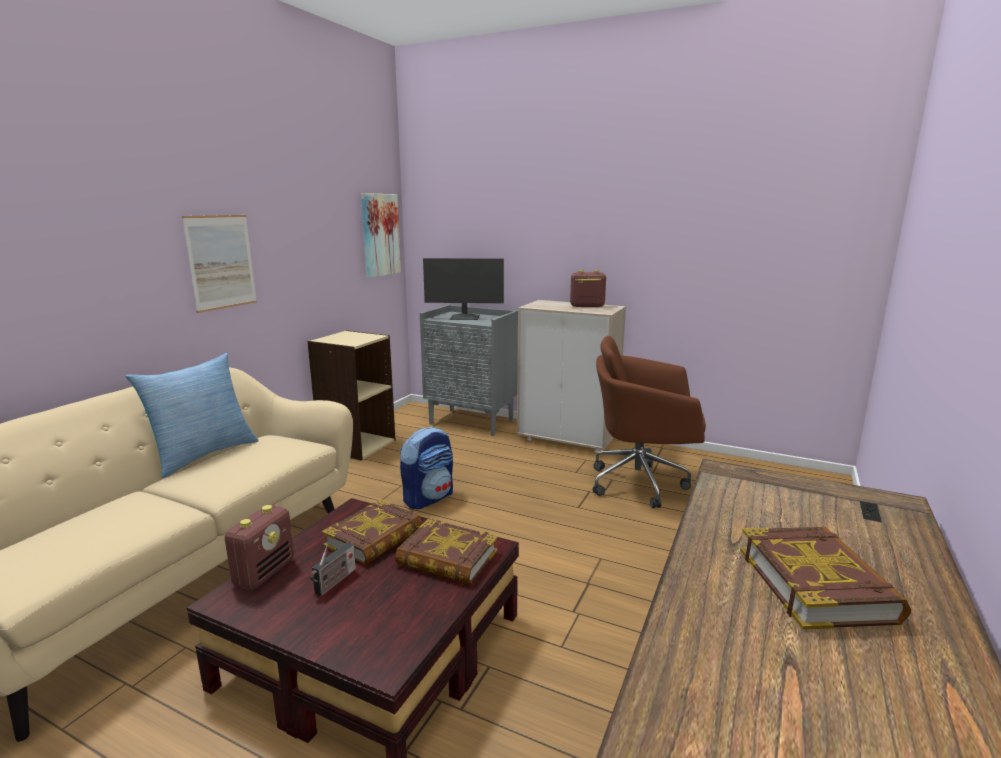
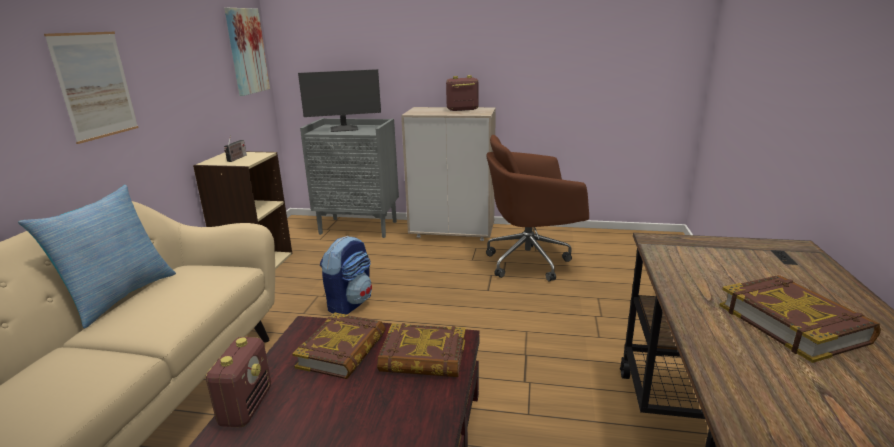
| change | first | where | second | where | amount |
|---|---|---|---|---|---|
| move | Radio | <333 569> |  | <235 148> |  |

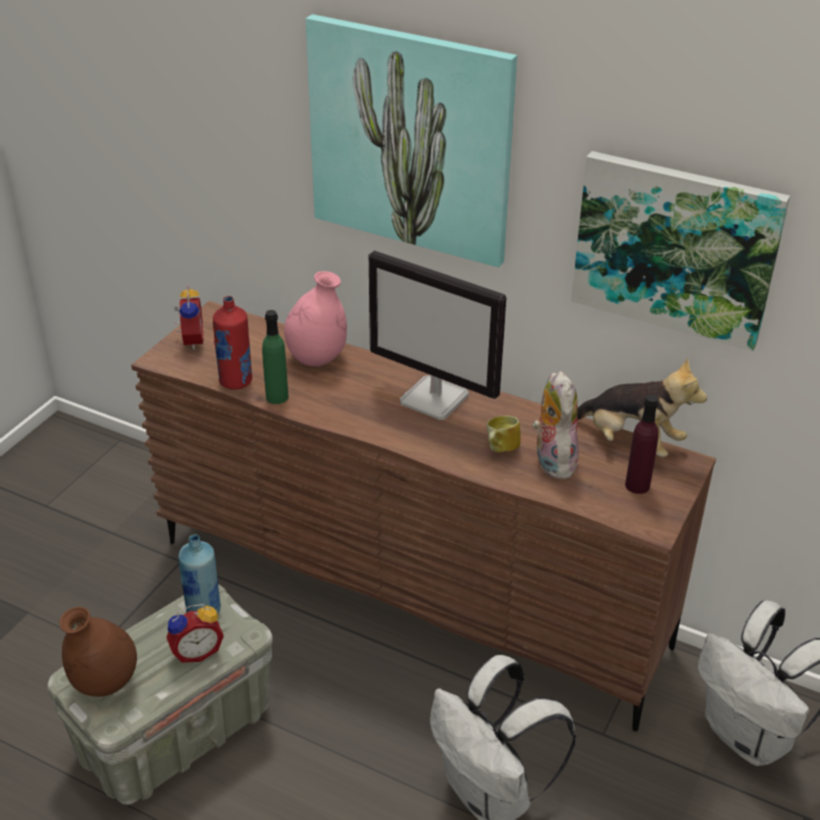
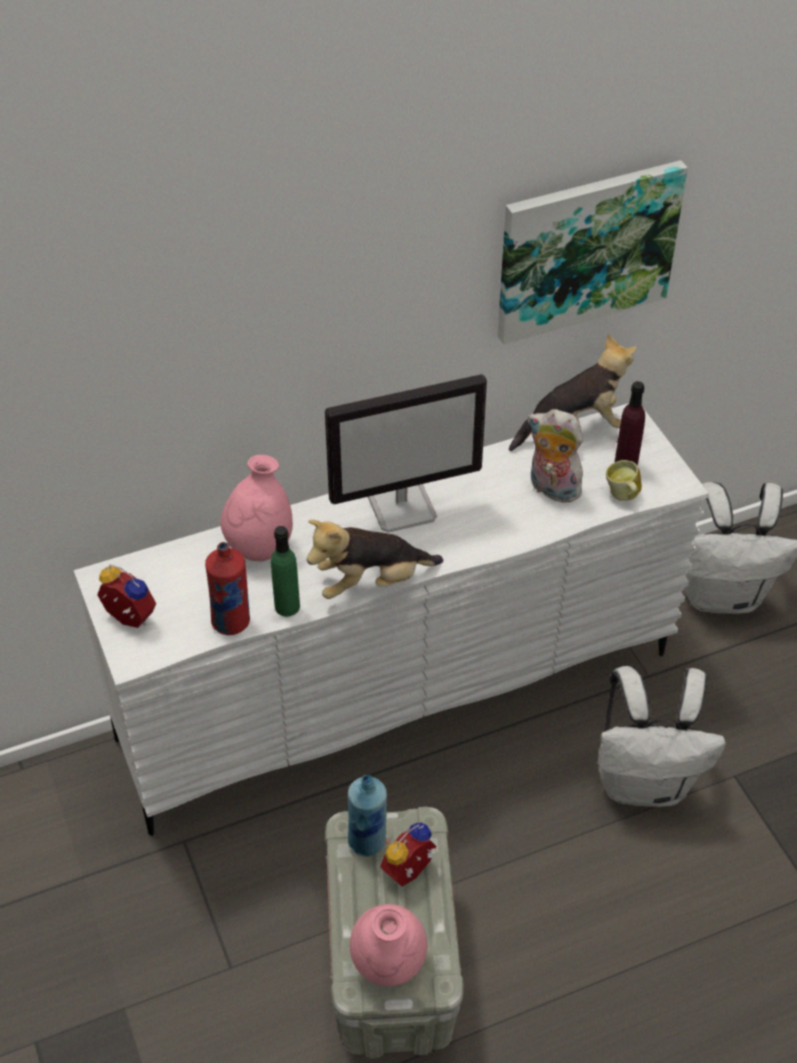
| change | first | where | second | where | amount |
|---|---|---|---|---|---|
| recolor | Vase/braun | <98 652> | Vase/rosa | <388 945> |  |
| recolor | Kommode/braun | <423 516> | Kommode/weiß | <391 619> |  |
| rotate | Wecker | <195 633> |  | <408 854> | 150 degrees counterclockwise |
| delete | Bild | <411 141> |  |  |  |
| move | Henkelbecher | <503 433> |  | <624 480> |  |
| insert |  |  | Plüschtier | <375 559> |  |

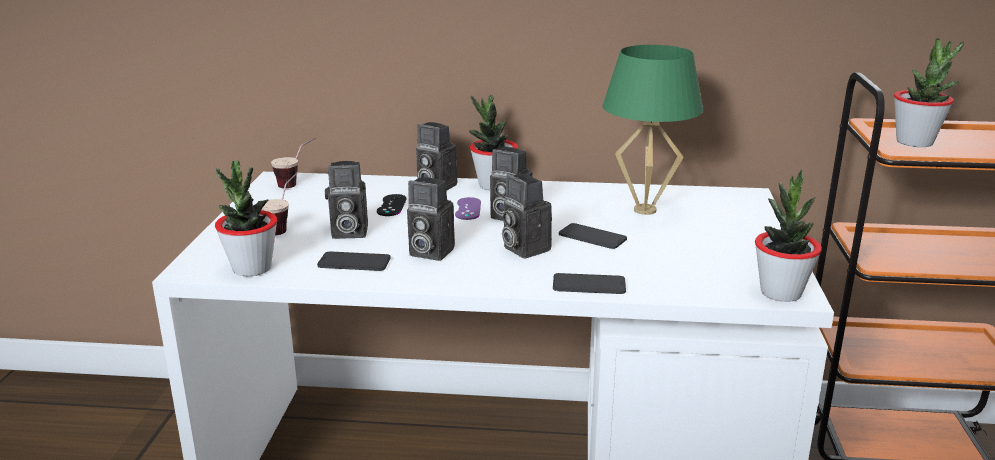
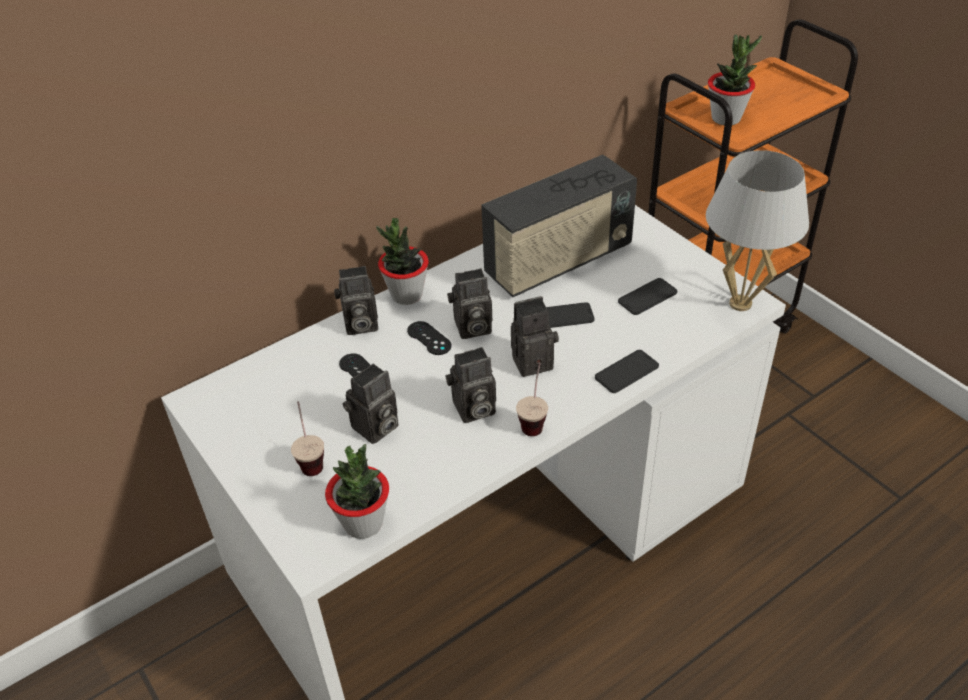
| change | first | where | second | where | amount |
|---|---|---|---|---|---|
| move | Tasse | <293 162> |  | <532 399> |  |
| move | Handy | <354 261> |  | <647 296> |  |
| recolor | Gamepad/lila | <468 208> | Gamepad/schwarz | <429 338> |  |
| rotate | Kamera | <527 216> |  | <535 336> | 150 degrees clockwise |
| replace | Tischlampe/grün | <653 130> | Radio | <559 226> |  |
| replace | Topfpflanze | <788 235> | Tischlampe/weiß | <757 230> |  |

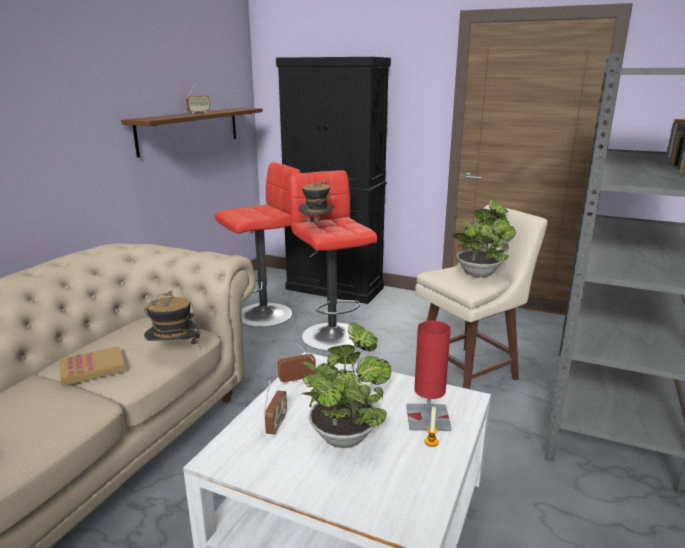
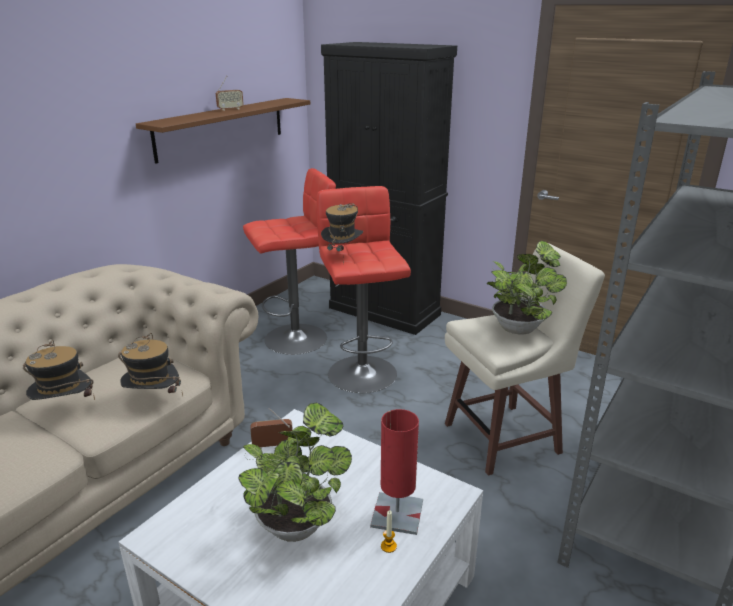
| change | first | where | second | where | amount |
|---|---|---|---|---|---|
| replace | Buch | <92 366> | Hut | <59 370> |  |
| delete | Radio | <275 407> |  |  |  |

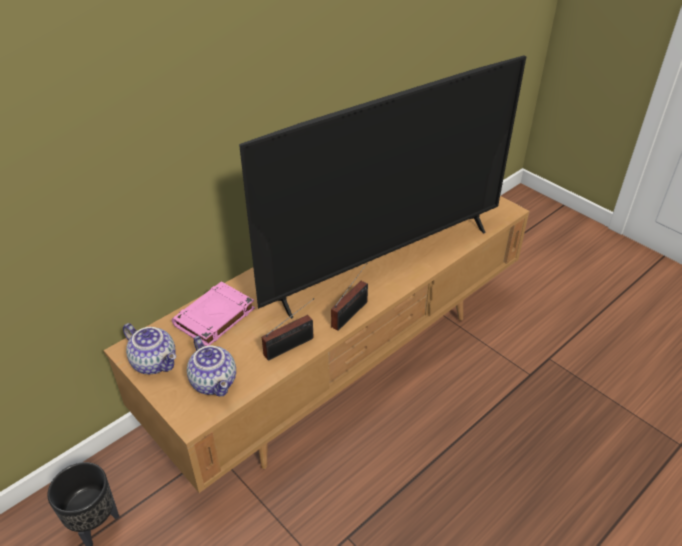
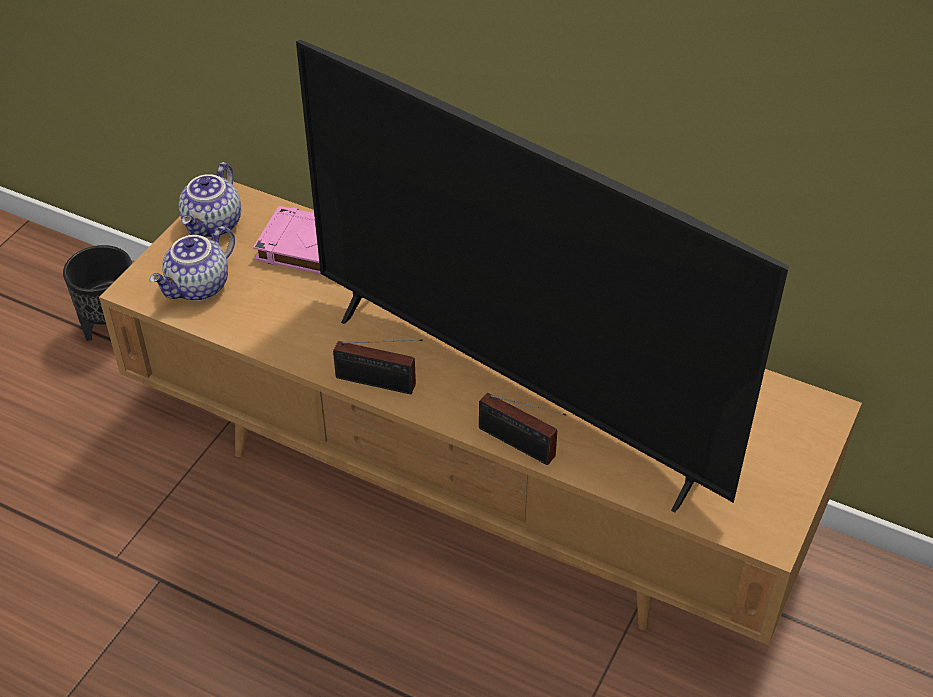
| change | first | where | second | where | amount |
|---|---|---|---|---|---|
| move | Radio | <288 329> |  | <522 429> |  |

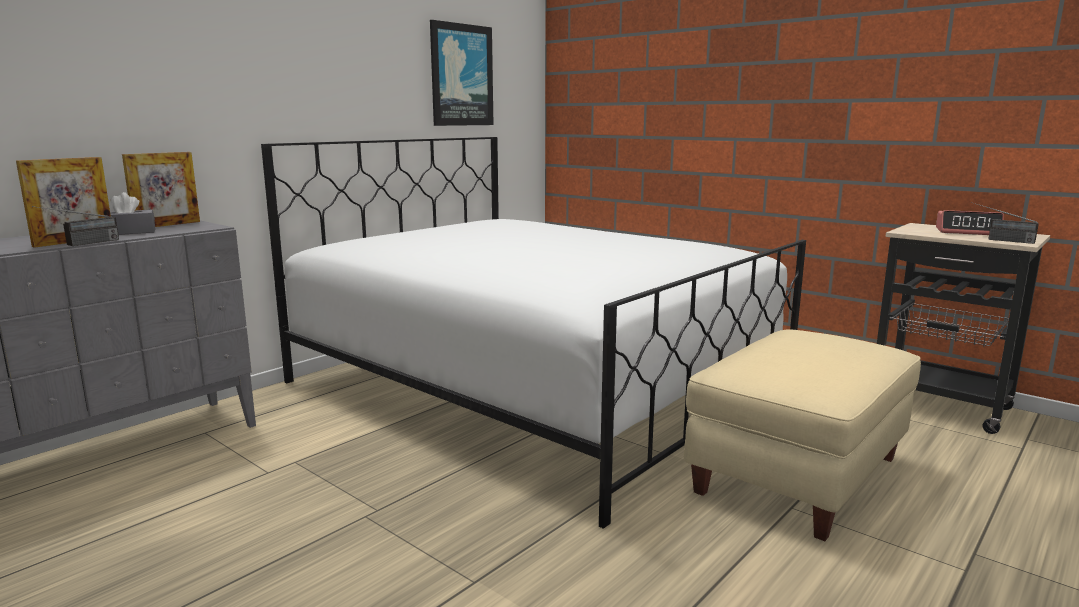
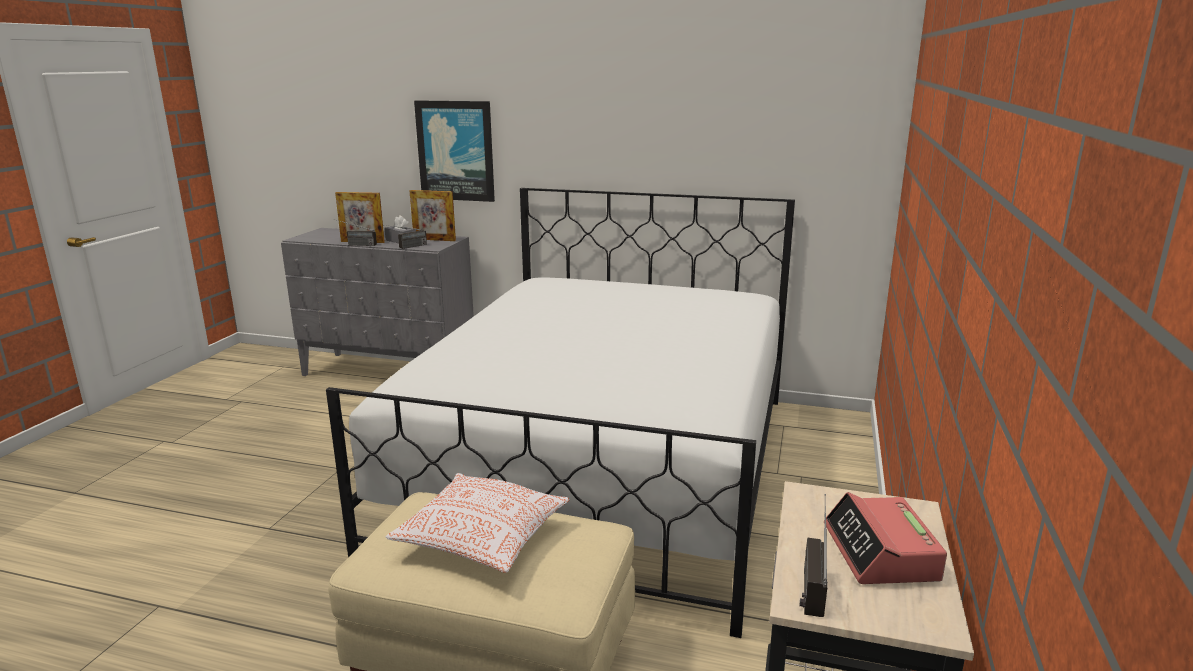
| change | first | where | second | where | amount |
|---|---|---|---|---|---|
| move | Bild | <462 73> |  | <454 151> |  |
| insert |  |  | Radio | <405 237> |  |
| insert |  |  | Kissen/weiß | <477 523> |  |

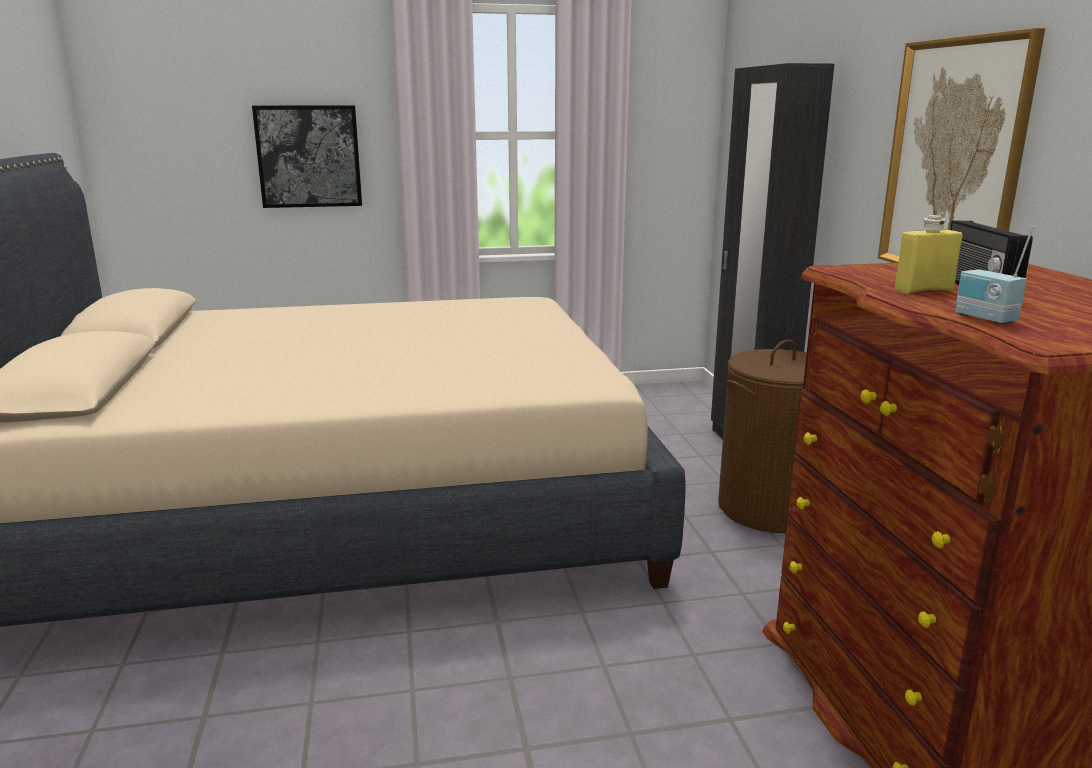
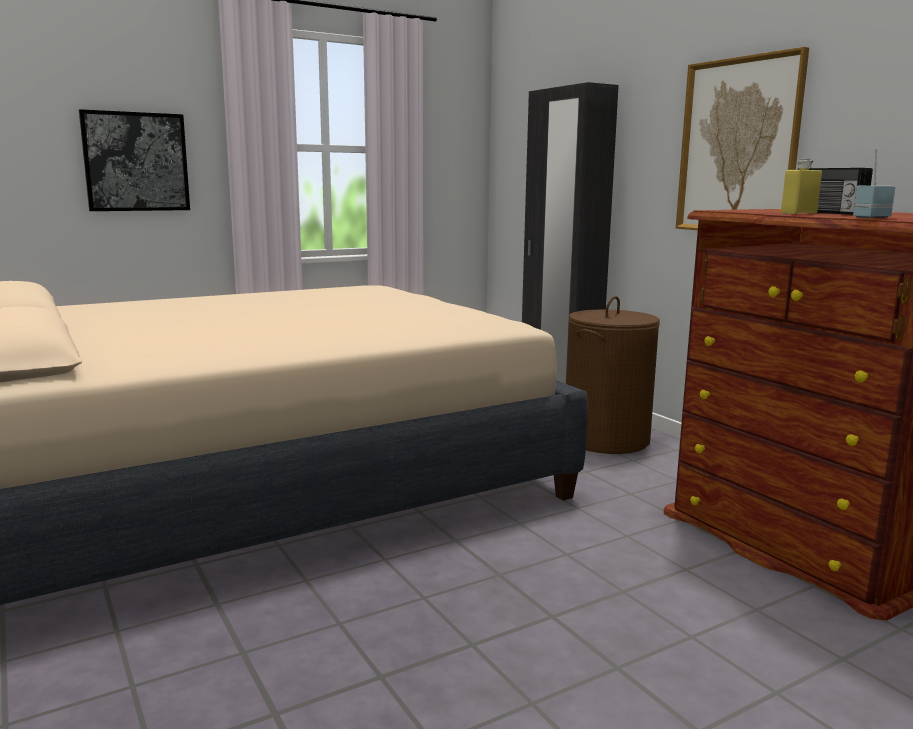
| change | first | where | second | where | amount |
|---|---|---|---|---|---|
| rotate | Radio | <994 275> |  | <874 183> | 105 degrees clockwise |

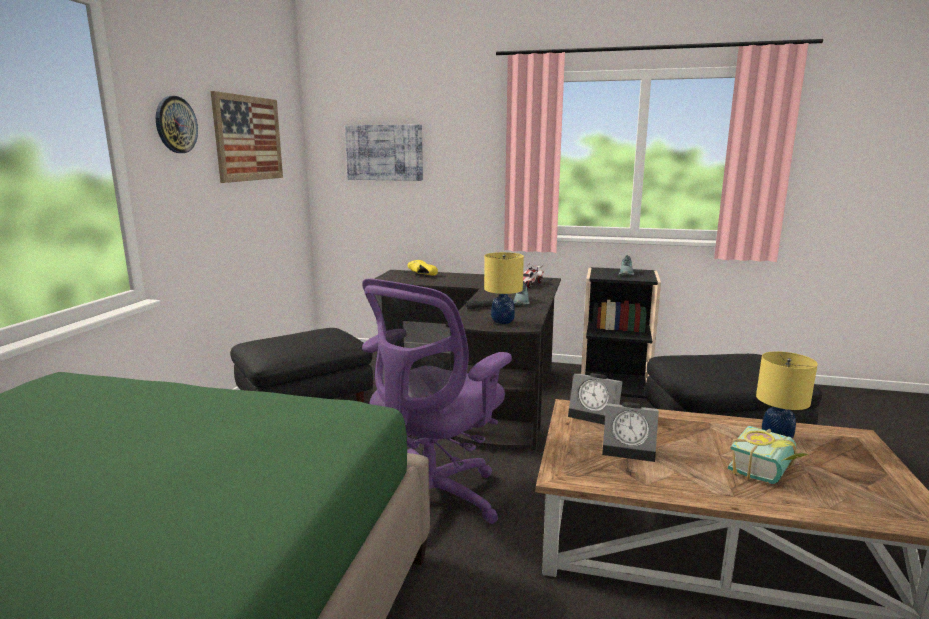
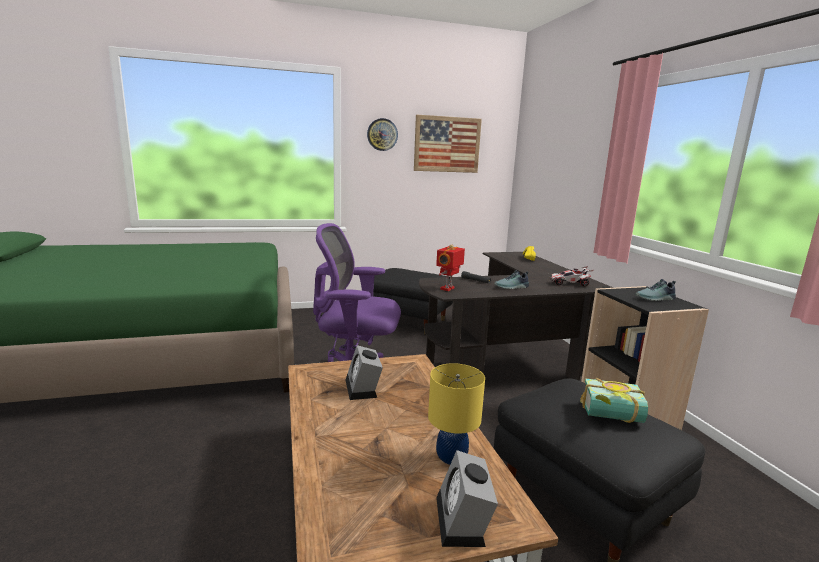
| change | first | where | second | where | amount |
|---|---|---|---|---|---|
| delete | Bild | <384 153> |  |  |  |
| replace | Tischlampe/gelb | <504 288> | Spielzeugroboter | <450 267> |  |
| move | Wecker | <595 399> |  | <467 498> |  |
| move | Buch | <768 455> |  | <614 400> |  |

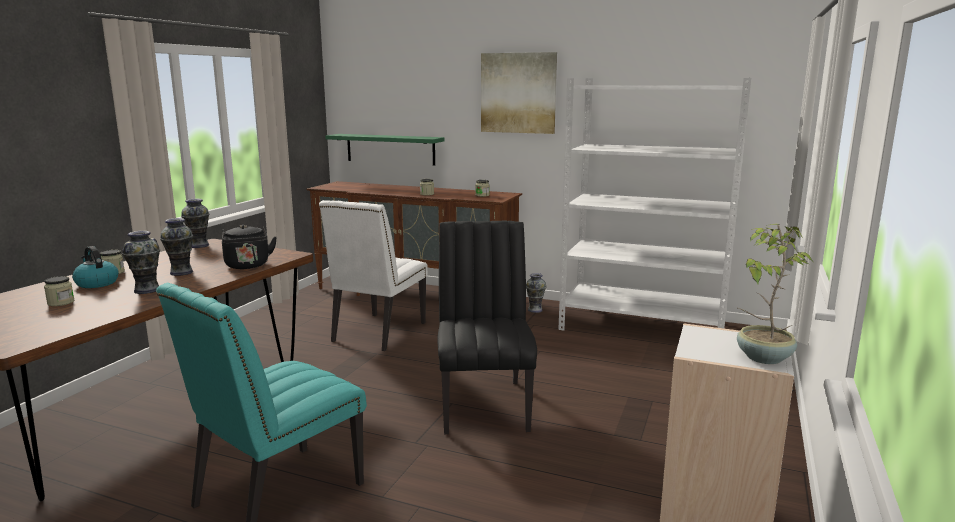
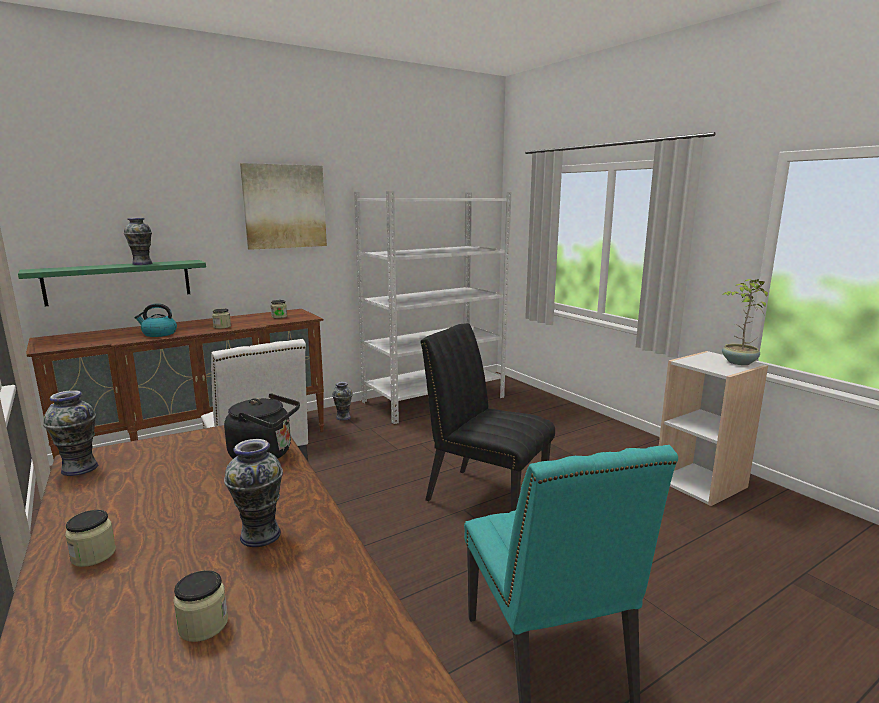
| change | first | where | second | where | amount |
|---|---|---|---|---|---|
| move | Wasserkessel | <95 267> |  | <155 320> |  |
| move | Vase | <176 247> |  | <138 241> |  |

